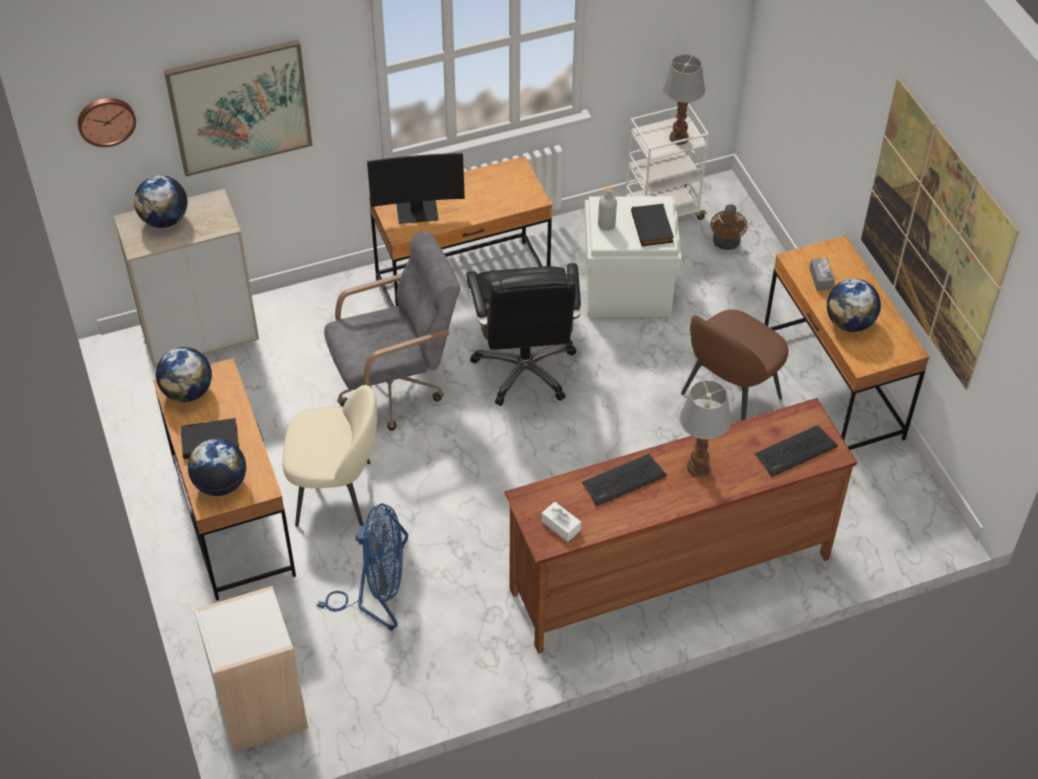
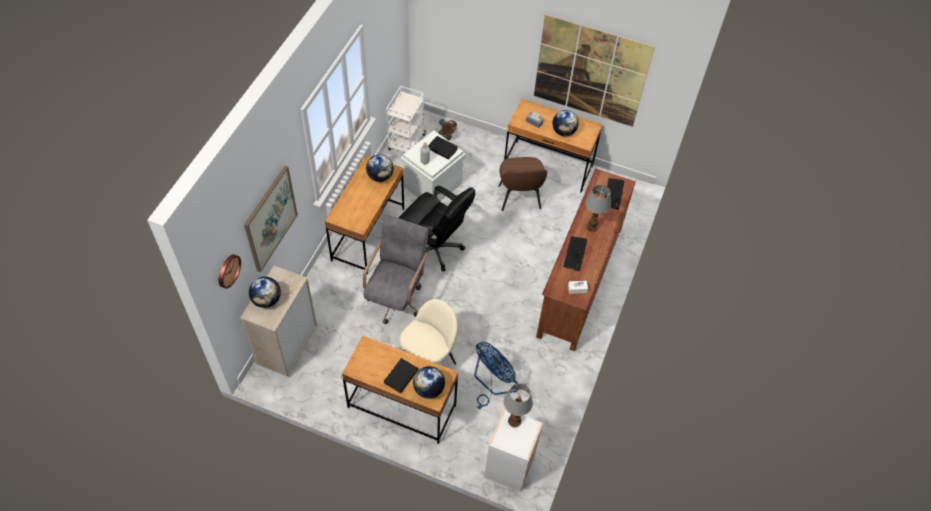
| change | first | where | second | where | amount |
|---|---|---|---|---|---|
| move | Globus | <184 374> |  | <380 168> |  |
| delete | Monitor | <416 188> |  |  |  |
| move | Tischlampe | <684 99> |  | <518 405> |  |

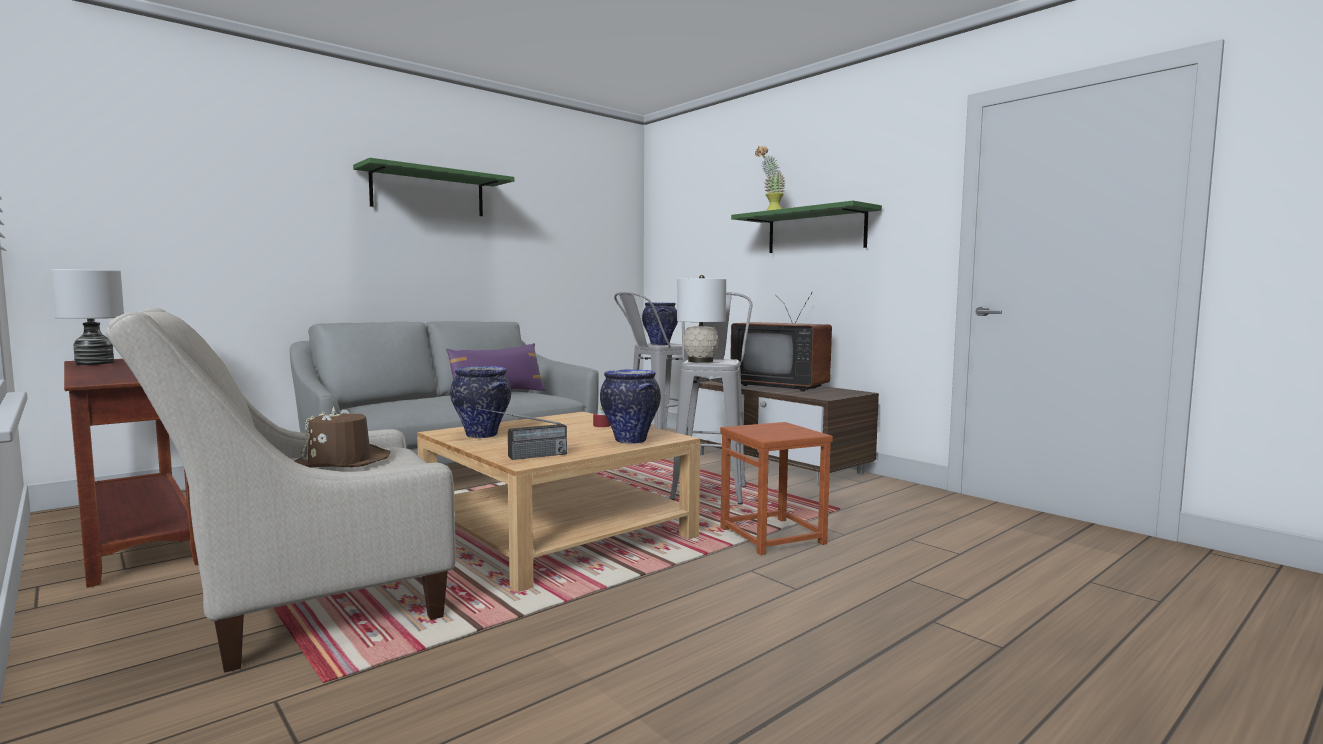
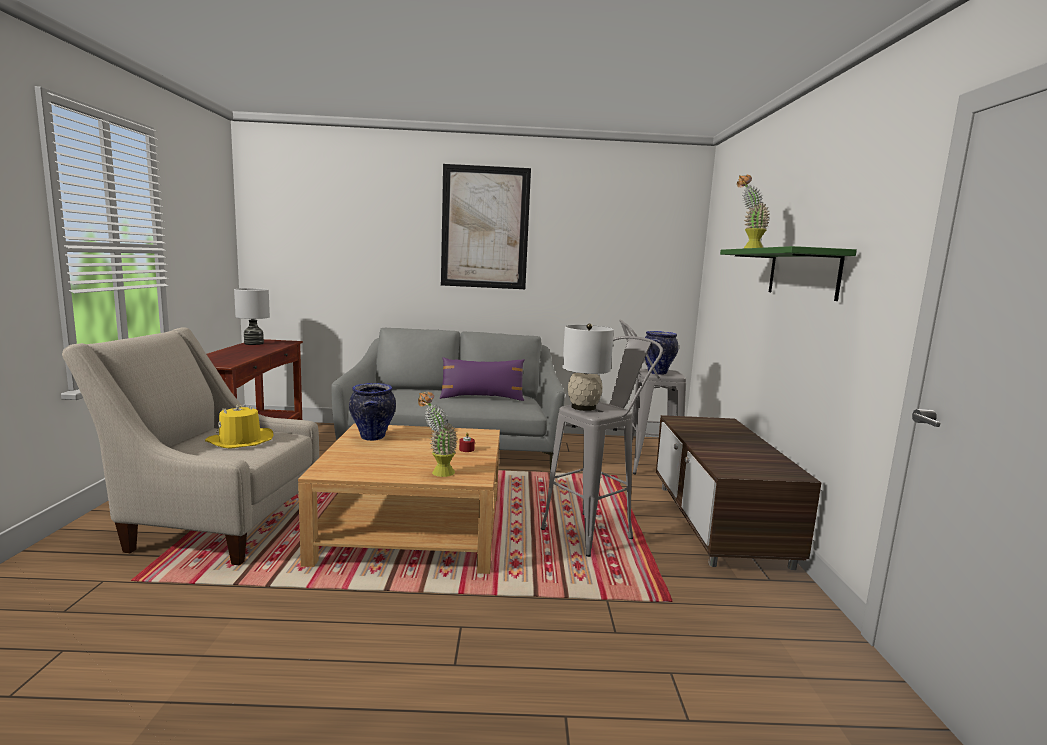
| change | first | where | second | where | amount |
|---|---|---|---|---|---|
| recolor | Hut/braun | <342 437> | Hut/gelb | <239 426> |  |
| replace | Wandregal/grün | <433 187> | Bild | <486 226> |  |
| delete | Radio | <521 434> |  |  |  |
| replace | Vase | <630 407> | Topfpflanze | <437 434> |  |
| delete | Hocker/braun | <776 488> |  |  |  |
| delete | Fernseher | <781 341> |  |  |  |

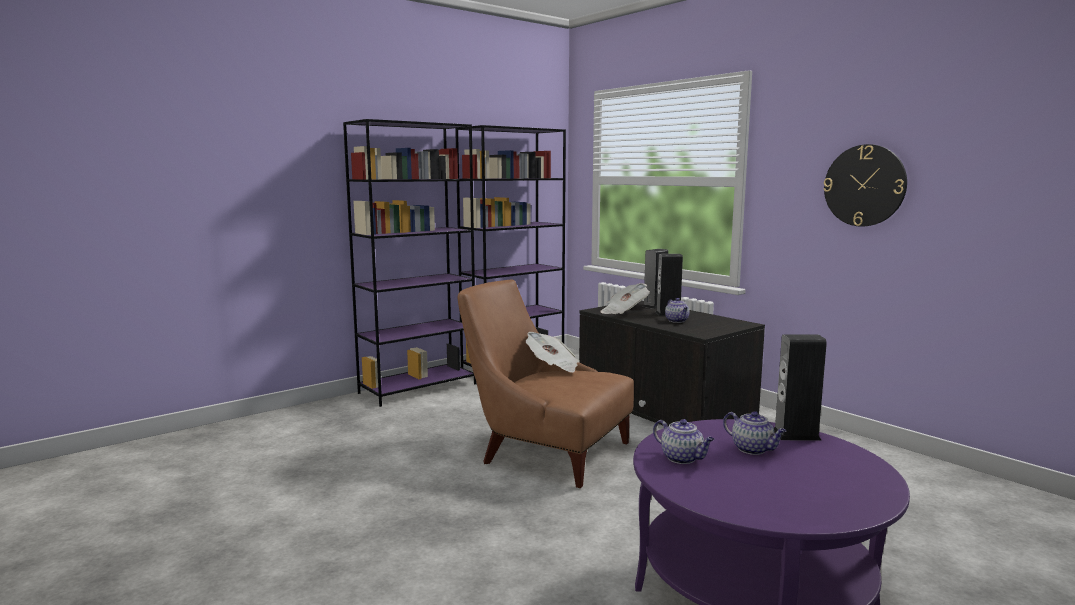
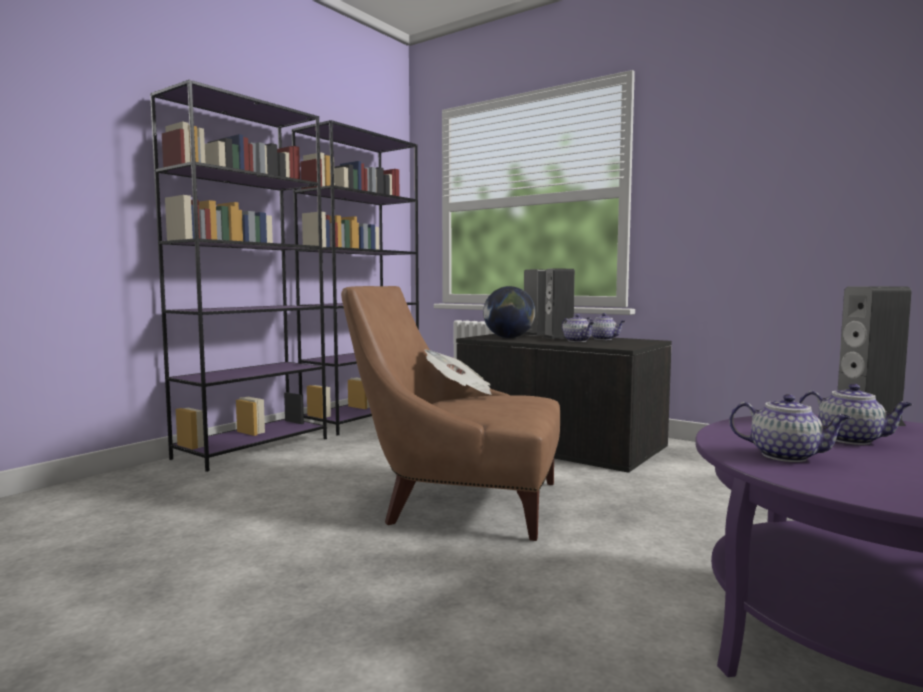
| change | first | where | second | where | amount |
|---|---|---|---|---|---|
| replace | Zeitung | <625 298> | Globus | <509 312> |  |
| delete | Wanduhr | <865 185> |  |  |  |
| insert |  |  | Teekanne | <605 326> |  |

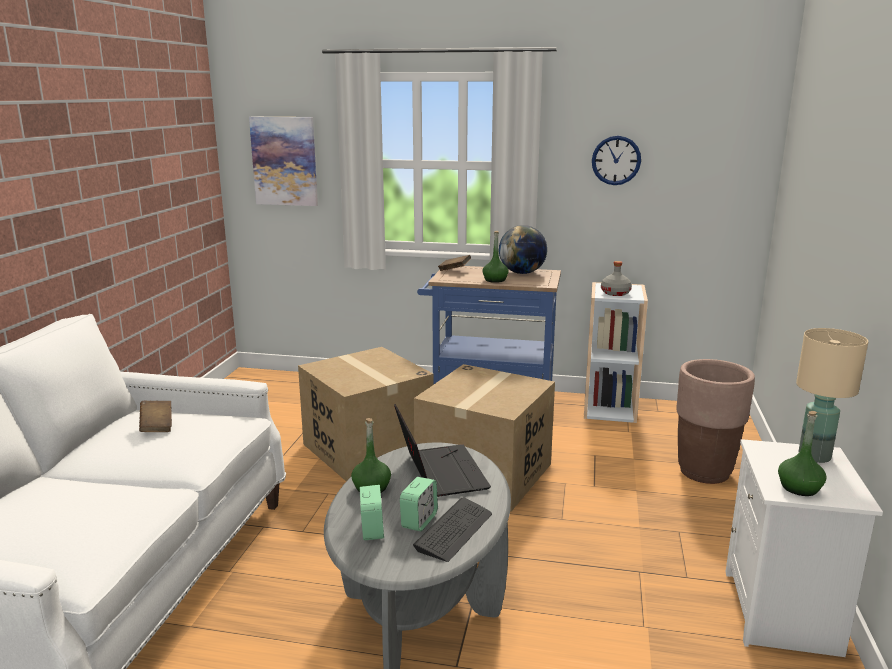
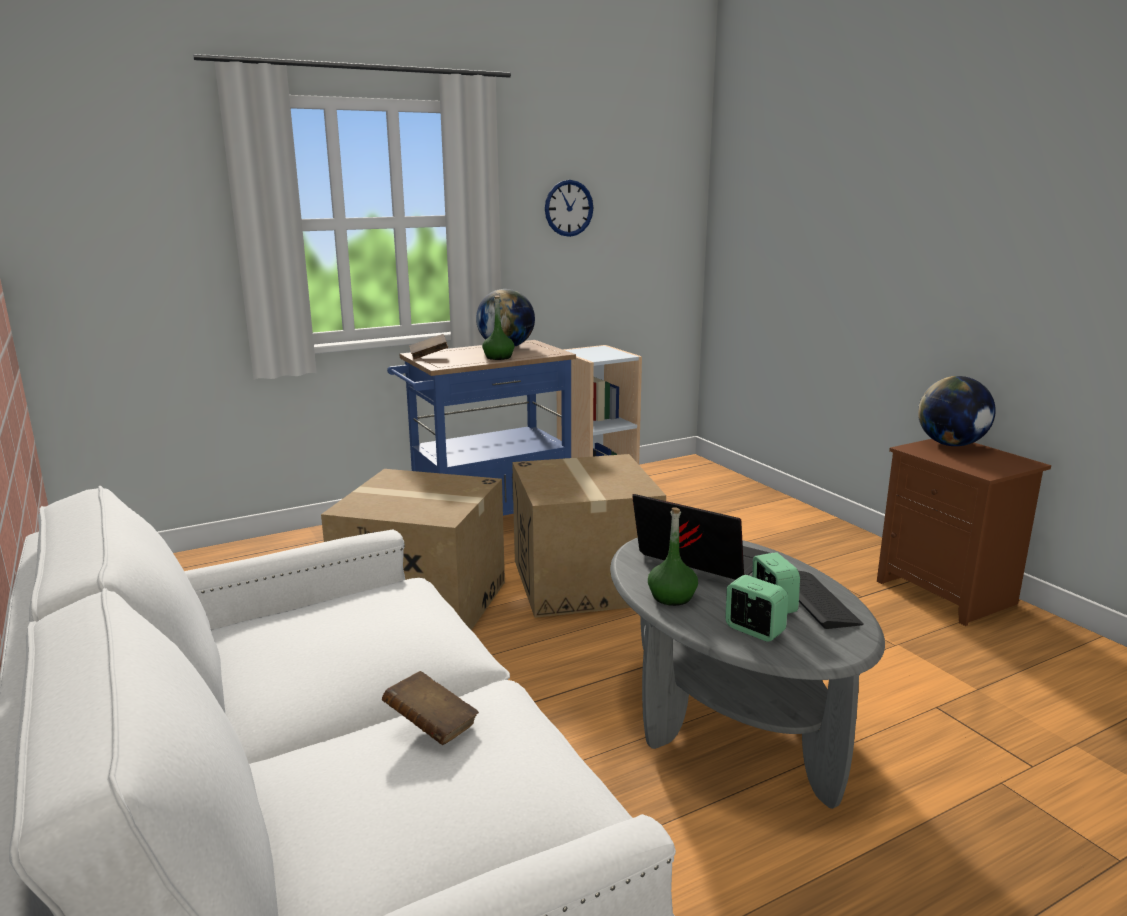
| change | first | where | second | where | amount |
|---|---|---|---|---|---|
| move | Buch/braun | <155 416> |  | <430 708> |  |
| delete | Bild | <283 161> |  |  |  |
| delete | Flasche/grau | <616 278> |  |  |  |
| delete | Pflanzkübel/braun | <715 421> |  |  |  |
| recolor | Nachttisch/weiß | <804 548> | Nachttisch/braun | <964 532> |  |
| delete | Flasche/grün | <802 453> |  |  |  |
| replace | Tischlampe/beige | <832 395> | Globus | <957 411> |  |

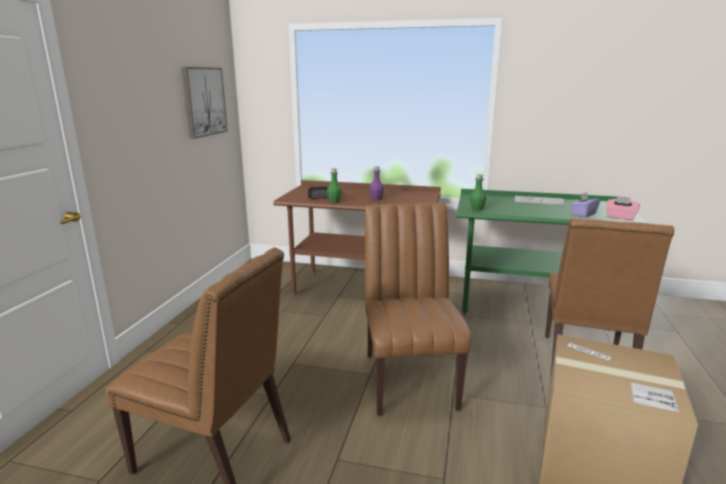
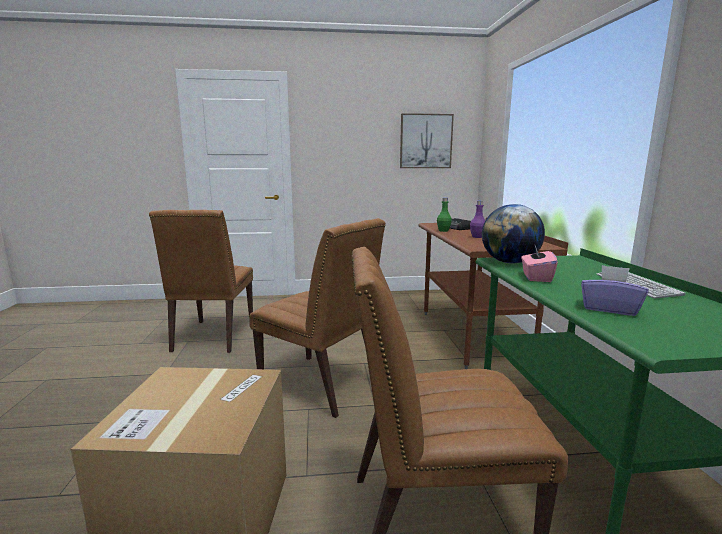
| change | first | where | second | where | amount |
|---|---|---|---|---|---|
| rotate | Stuhl/braun | <418 309> |  | <317 318> | 60 degrees clockwise |
| replace | Flasche/grün | <478 192> | Globus | <513 233> |  |
| move | Taschentuchbox/rosa | <623 208> |  | <539 263> |  |

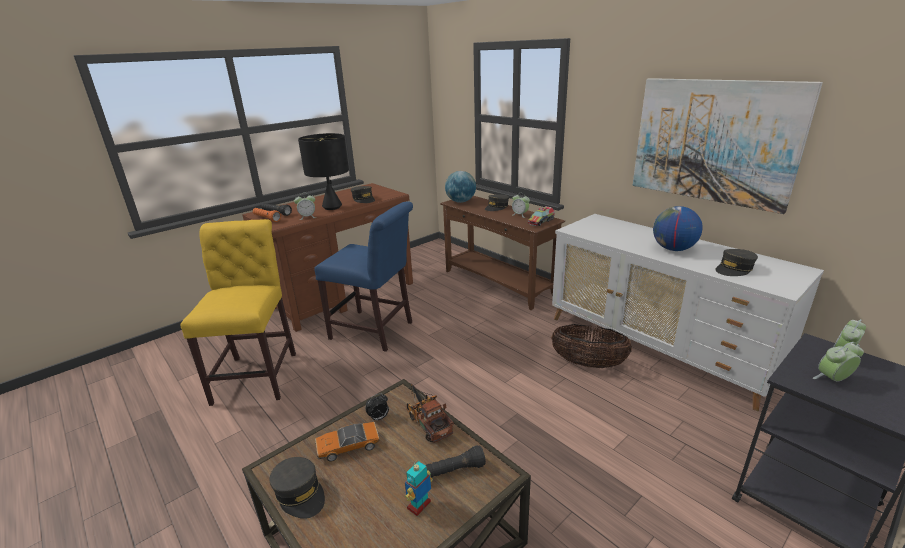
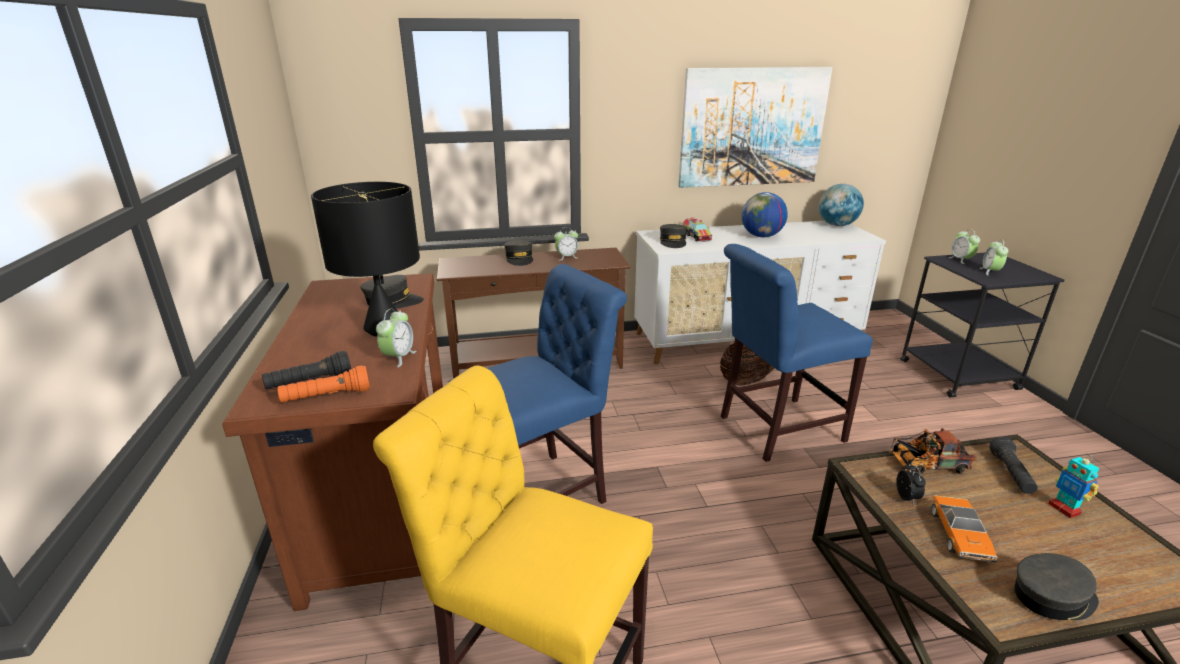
| change | first | where | second | where | amount |
|---|---|---|---|---|---|
| move | Globus | <460 187> |  | <841 205> |  |
| move | Spielzeuglaster | <541 216> |  | <697 230> |  |
| move | Kappe/grau | <736 262> |  | <673 236> |  |
| insert |  |  | Stuhl/blau | <797 353> |  |

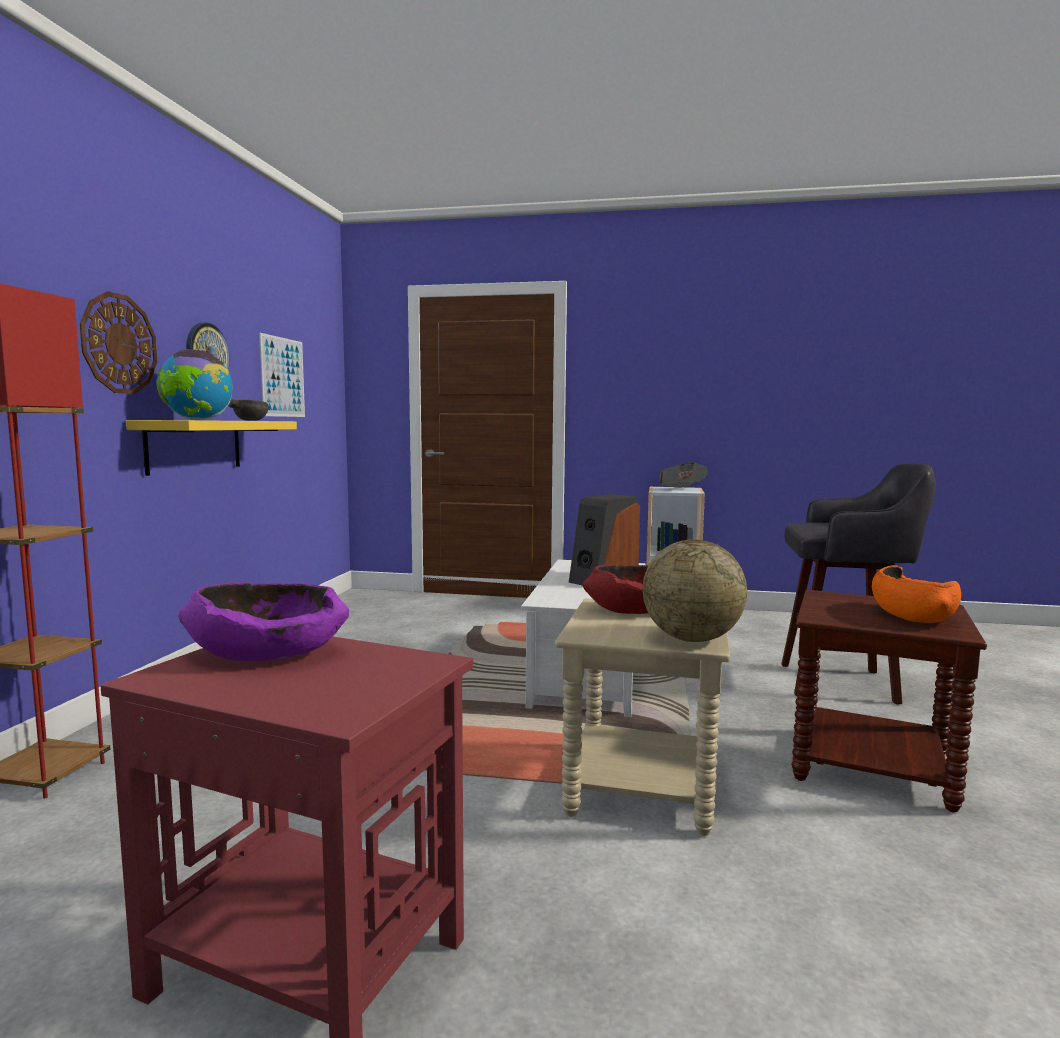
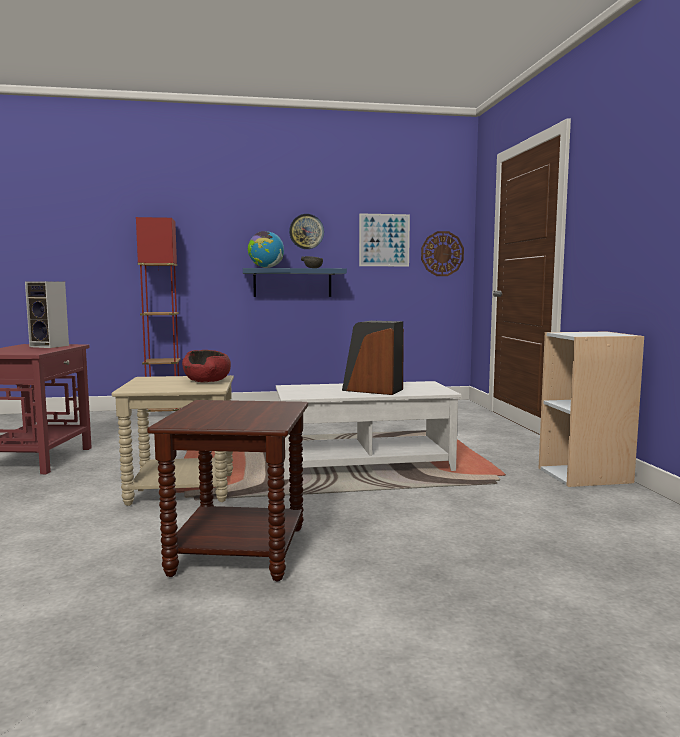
| change | first | where | second | where | amount |
|---|---|---|---|---|---|
| move | Wanduhr | <118 342> |  | <442 253> |  |
| recolor | Wandregal/gelb | <211 448> | Wandregal/blau | <295 282> |  |
| replace | Schüssel/lila | <263 621> | Lautsprecher | <47 314> |  |
| delete | Globus | <695 590> |  |  |  |
| delete | Zeitung | <683 475> |  |  |  |
| delete | Hocker/grau | <858 583> |  |  |  |
| delete | Schüssel/orange | <916 594> |  |  |  |

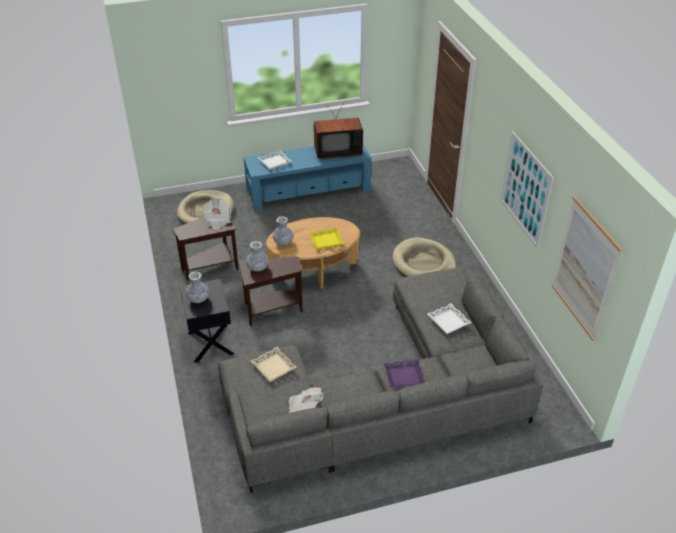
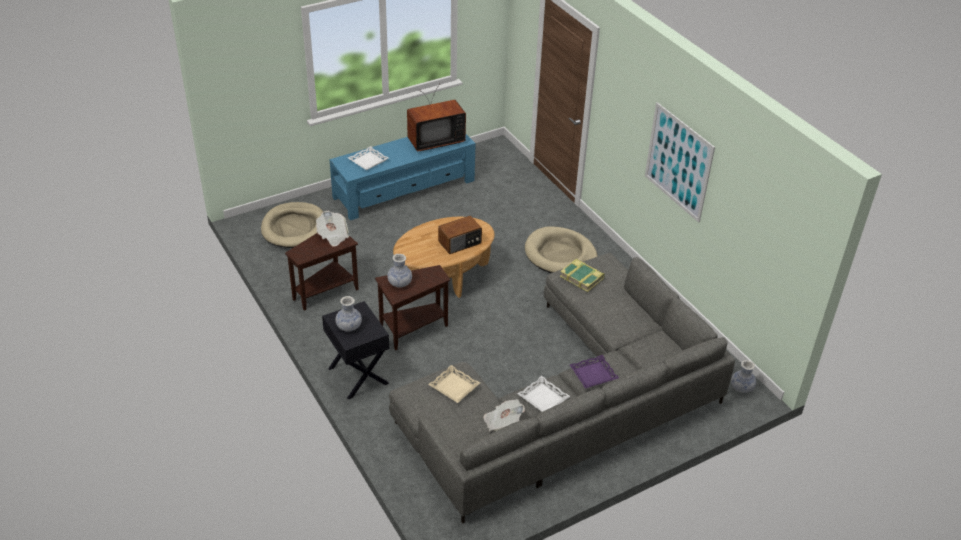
| change | first | where | second | where | amount |
|---|---|---|---|---|---|
| move | Vase | <283 230> |  | <743 376> |  |
| replace | Tablett/gelb | <327 238> | Radio | <460 235> |  |
| move | Tablett/weiß | <450 318> |  | <544 394> |  |
| delete | Bild | <587 268> |  |  |  |
| insert |  |  | Buch | <582 275> |  |

